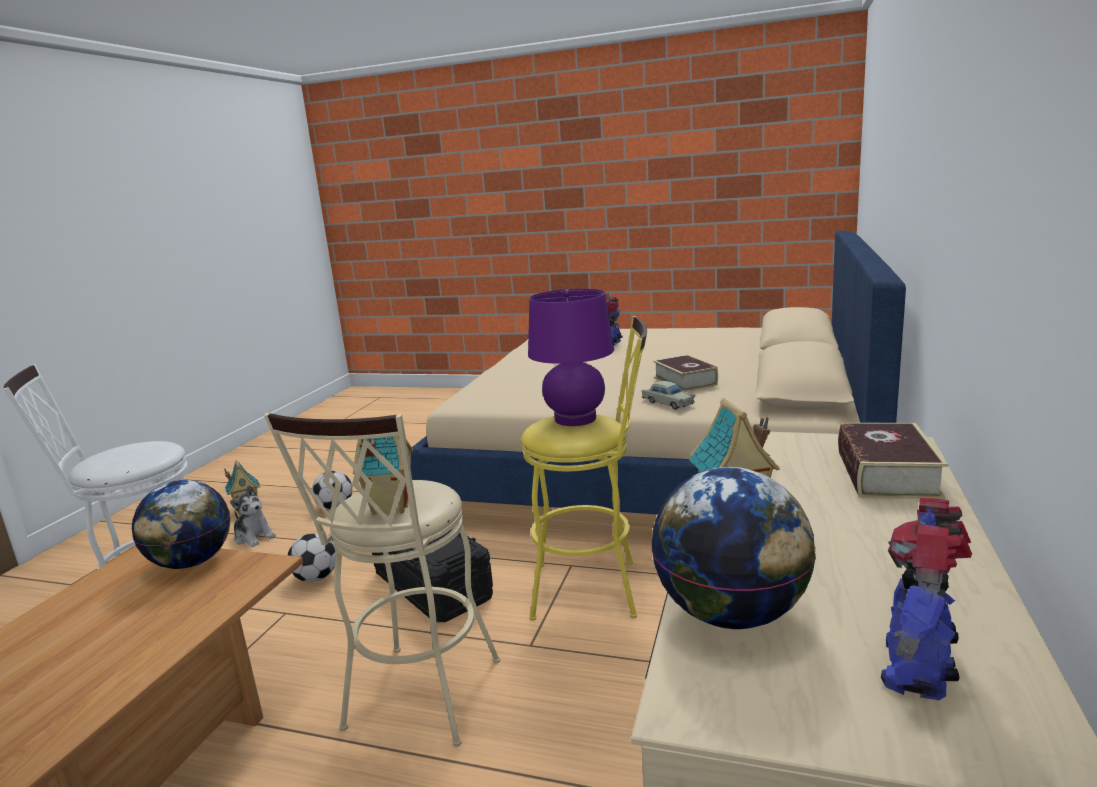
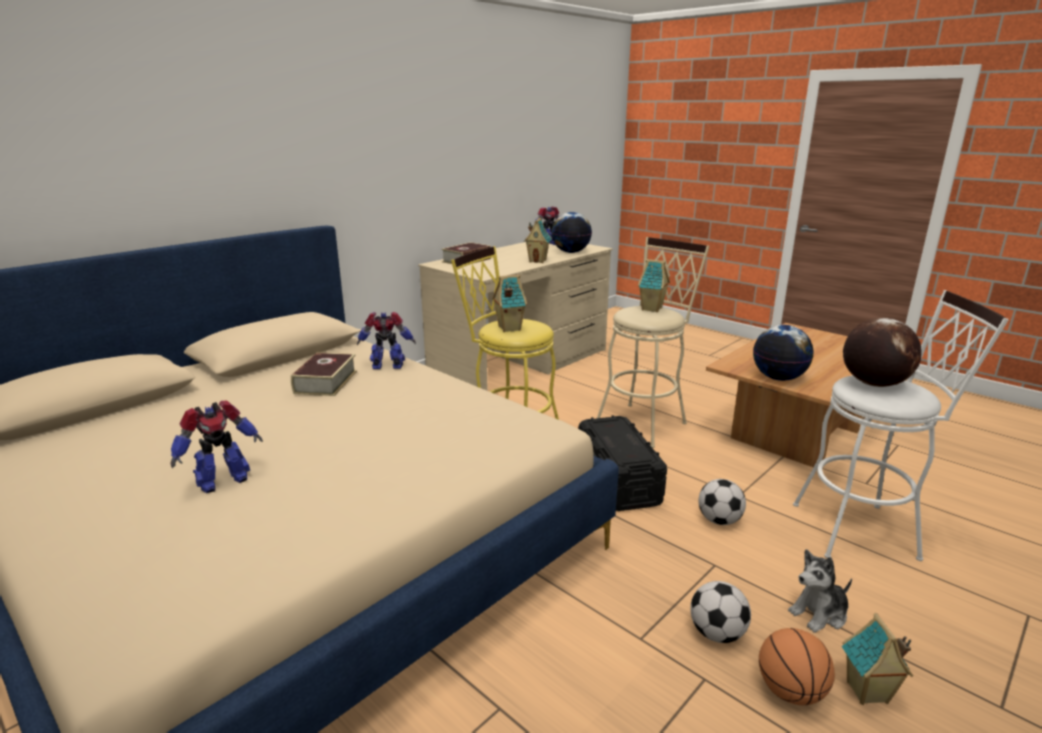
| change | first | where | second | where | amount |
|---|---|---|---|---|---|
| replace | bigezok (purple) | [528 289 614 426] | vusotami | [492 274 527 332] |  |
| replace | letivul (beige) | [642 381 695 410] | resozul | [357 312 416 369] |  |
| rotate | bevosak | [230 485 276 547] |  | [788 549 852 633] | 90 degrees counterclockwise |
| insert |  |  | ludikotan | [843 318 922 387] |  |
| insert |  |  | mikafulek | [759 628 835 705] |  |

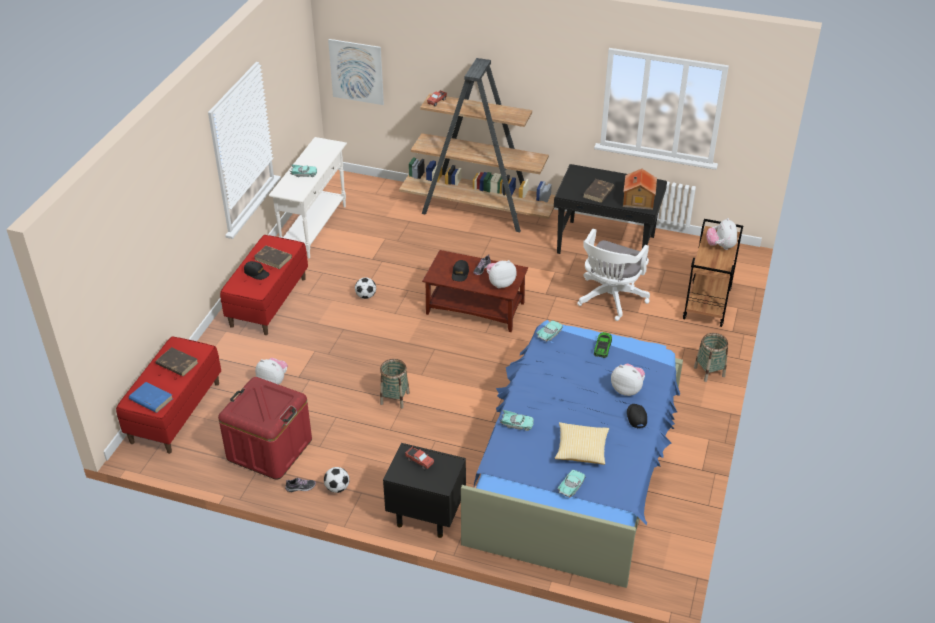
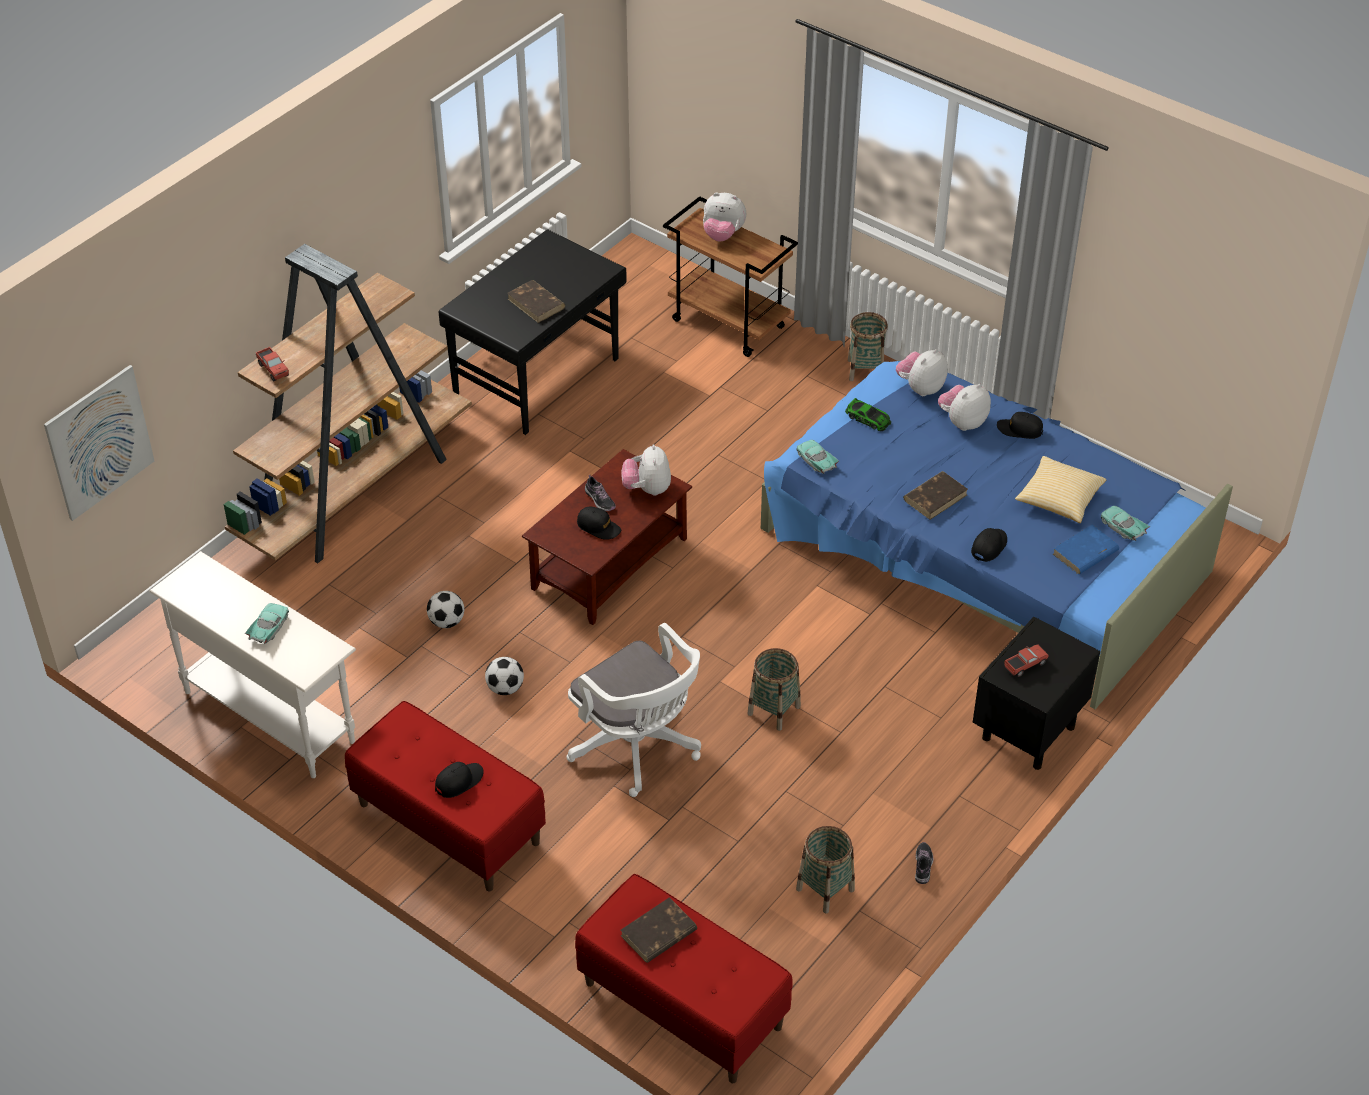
| change | first | where | second | where | amount |
|---|---|---|---|---|---|
| delete | vusotami | [623 169 657 210] |  |  |  |
| move | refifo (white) | [577 229 650 321] |  | [566 623 701 797] |  |
| move | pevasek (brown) | [254 246 292 269] |  | [903 471 968 520] |  |
| move | bevosak | [255 358 288 385] |  | [896 349 948 396] |  |
| replace | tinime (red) | [218 377 312 480] | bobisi | [796 826 855 914] |  |
| move | pevasek (blue) | [129 382 173 413] |  | [1053 525 1119 574] |  |
| replace | letivul (turquoise) | [500 409 534 431] | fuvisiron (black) | [971 528 1007 562] |  |
| move | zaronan | [324 467 350 493] |  | [427 591 464 628] |  |

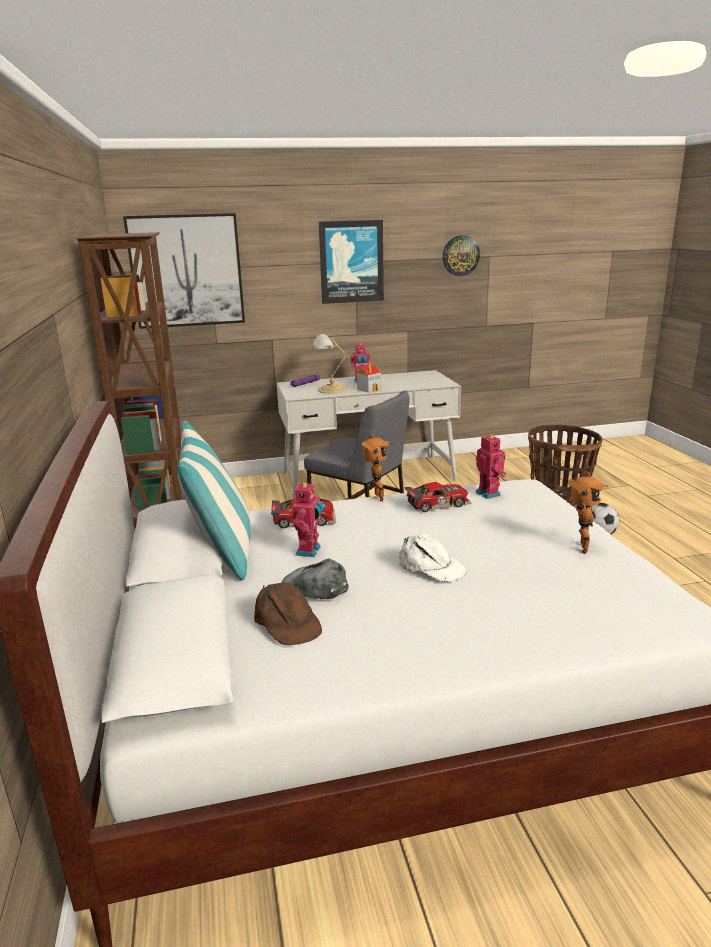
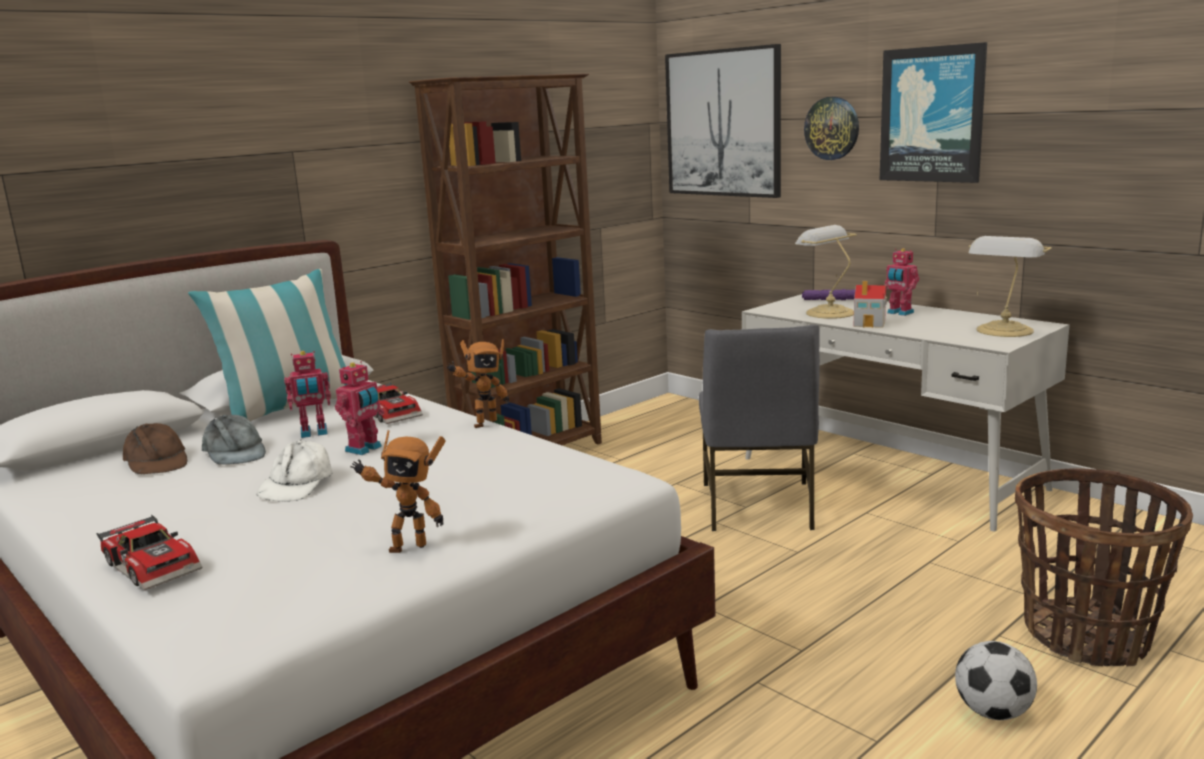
| change | first | where | second | where | amount |
|---|---|---|---|---|---|
| move | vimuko | [443 235 480 276] |  | [804 97 859 160] |  |
| move | resozul | [476 434 506 499] |  | [335 361 384 455] |  |
| move | letivul | [404 482 472 512] |  | [97 515 202 591] |  |
| rotate | fuvisiron (grey) | [281 558 349 599] |  | [202 415 266 464] | 135 degrees clockwise |
| rotate | fuvisiron (brown) | [254 583 322 645] |  | [123 423 188 474] | 60 degrees counterclockwise |
| insert |  |  | bigezok | [968 236 1052 337] |  |

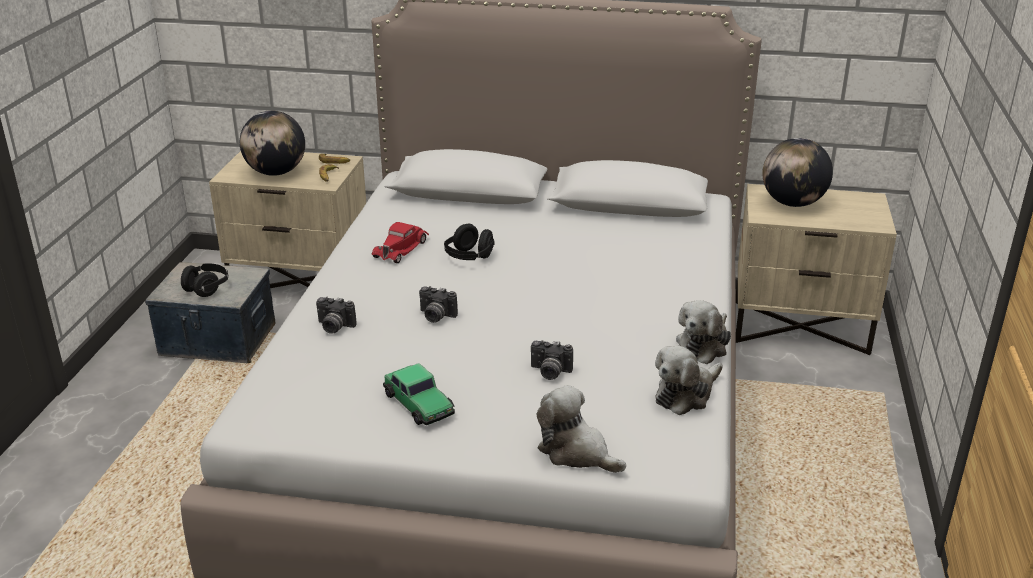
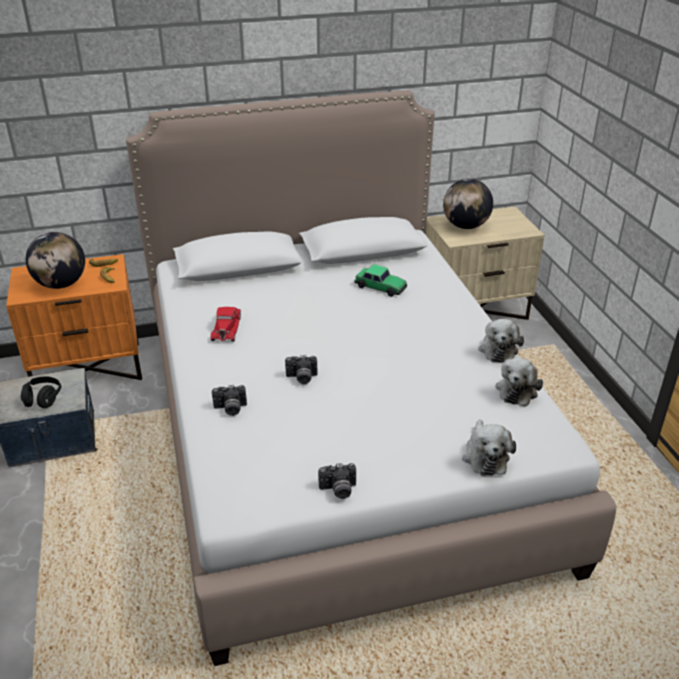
| change | first | where | second | where | amount |
|---|---|---|---|---|---|
| recolor | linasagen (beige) | [209 151 366 288] | linasagen (orange) | [6 254 142 380] |  |
| delete | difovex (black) | [444 224 494 260] |  |  |  |
| move | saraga | [531 340 573 380] |  | [318 463 356 499] |  |
| move | letivul | [383 363 455 425] |  | [354 264 407 297] |  |
| rotate | bevosak | [536 385 626 473] |  | [462 420 516 476] | 105 degrees counterclockwise |

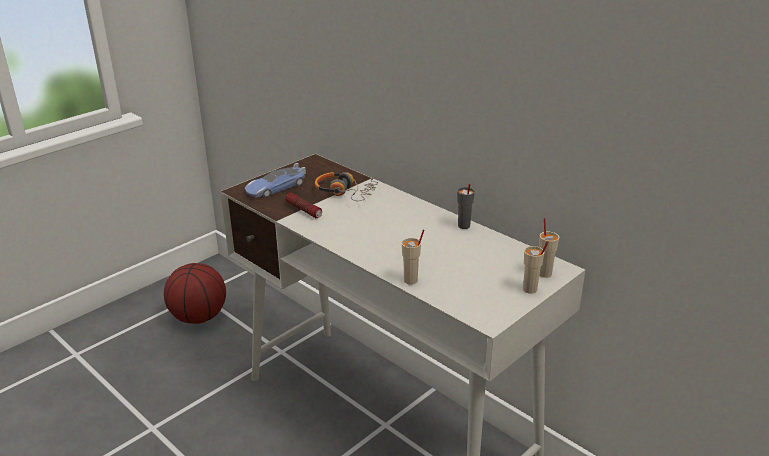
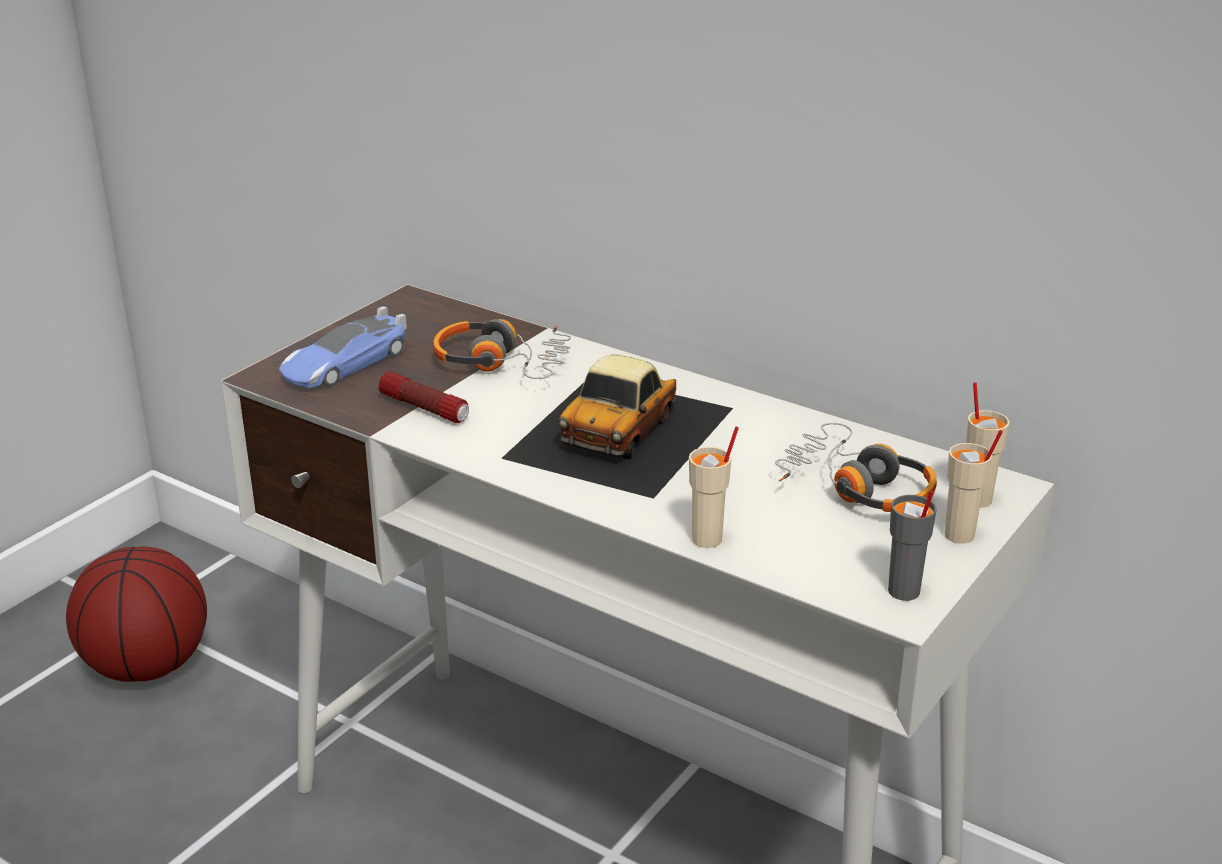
| change | first | where | second | where | amount |
|---|---|---|---|---|---|
| move | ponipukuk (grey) | [457 184 475 229] |  | [888 491 937 601] |  |
| insert |  |  | letivul | [501 355 733 499] |  |
| insert |  |  | difovex | [775 423 937 512] |  |

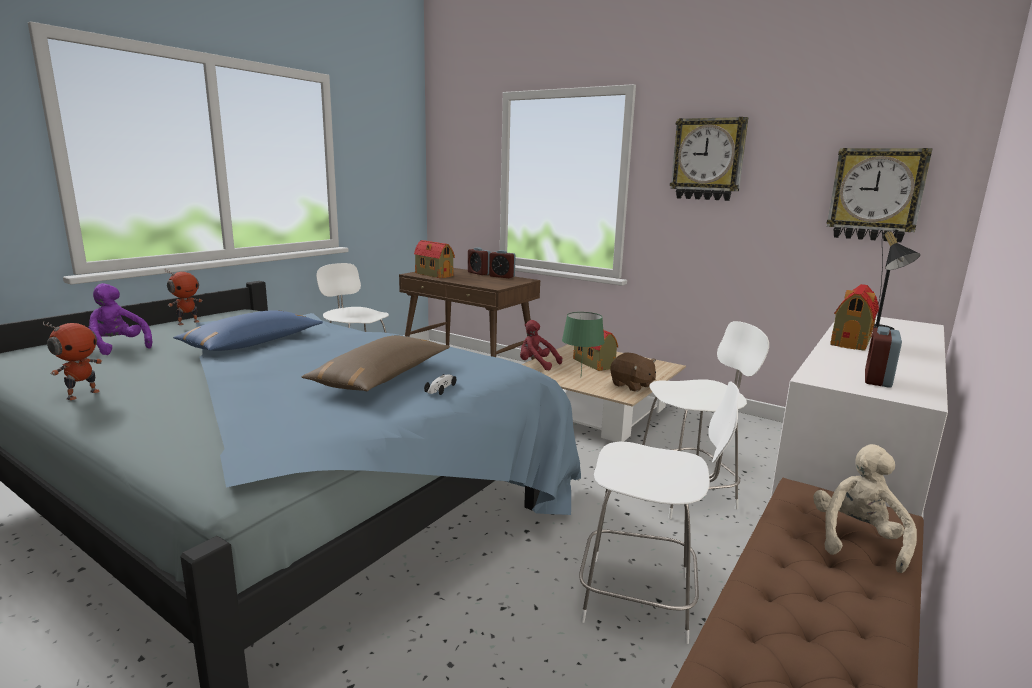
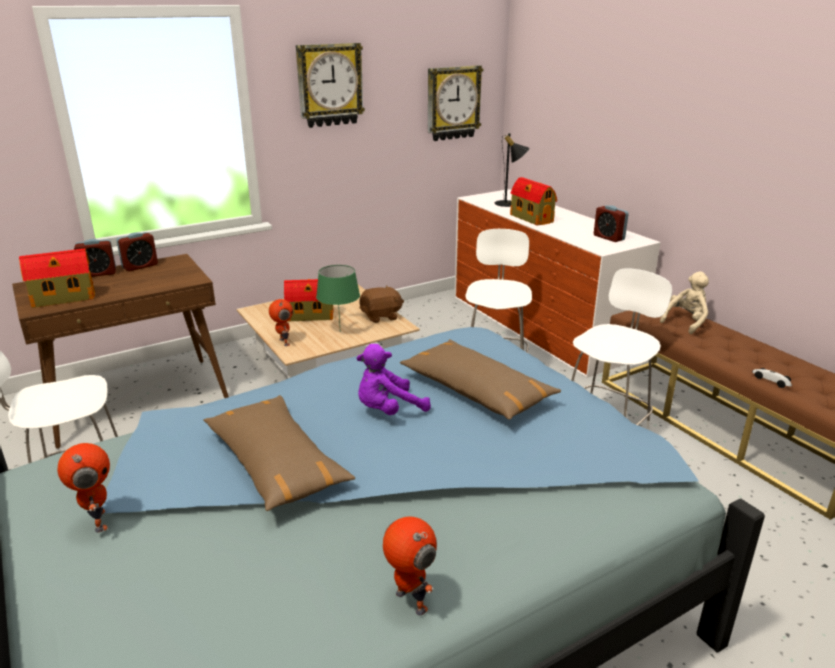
| change | first | where | second | where | amount |
|---|---|---|---|---|---|
| move | bevosak (purple) | [88 283 152 355] |  | [356 344 431 415] |  |
| recolor | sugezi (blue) | [173 310 323 351] | sugezi (brown) | [203 395 355 511] |  |
| replace | bevosak (red) | [520 320 562 370] | resozul | [269 299 293 346] |  |
| move | letivul | [424 374 456 395] |  | [752 368 792 388] |  |
| rotate | bevosak (beige) | [813 444 917 573] |  | [660 271 709 334] | 90 degrees clockwise |

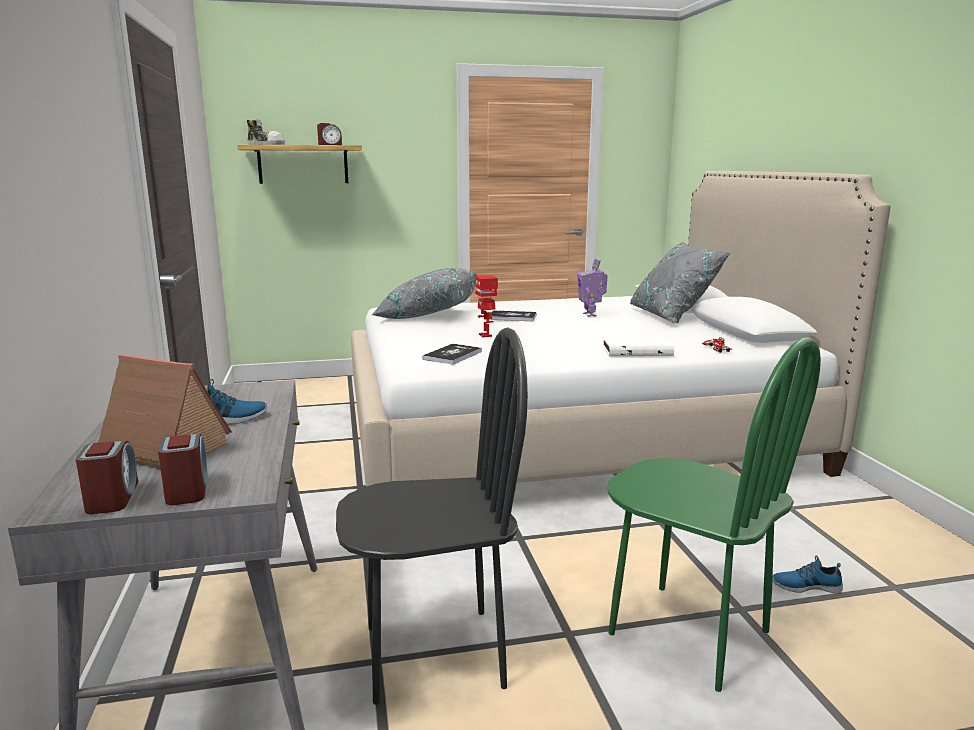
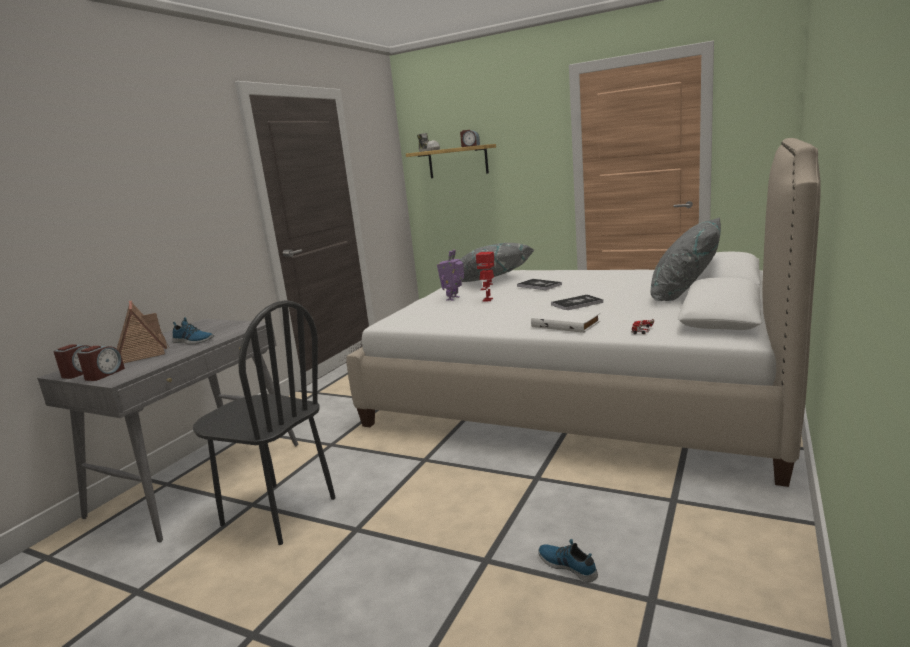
| change | first | where | second | where | amount |
|---|---|---|---|---|---|
| move | resozul | [577 259 608 317] |  | [437 250 464 301] |  |
| delete | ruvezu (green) | [607 337 821 692] |  |  |  |
| move | pevasek | [422 344 482 365] |  | [551 295 603 310] |  |

